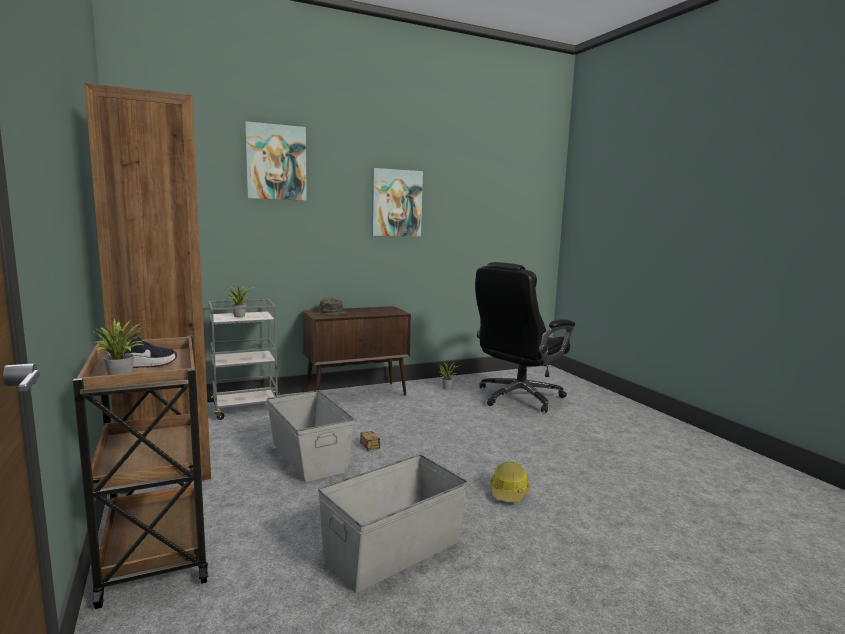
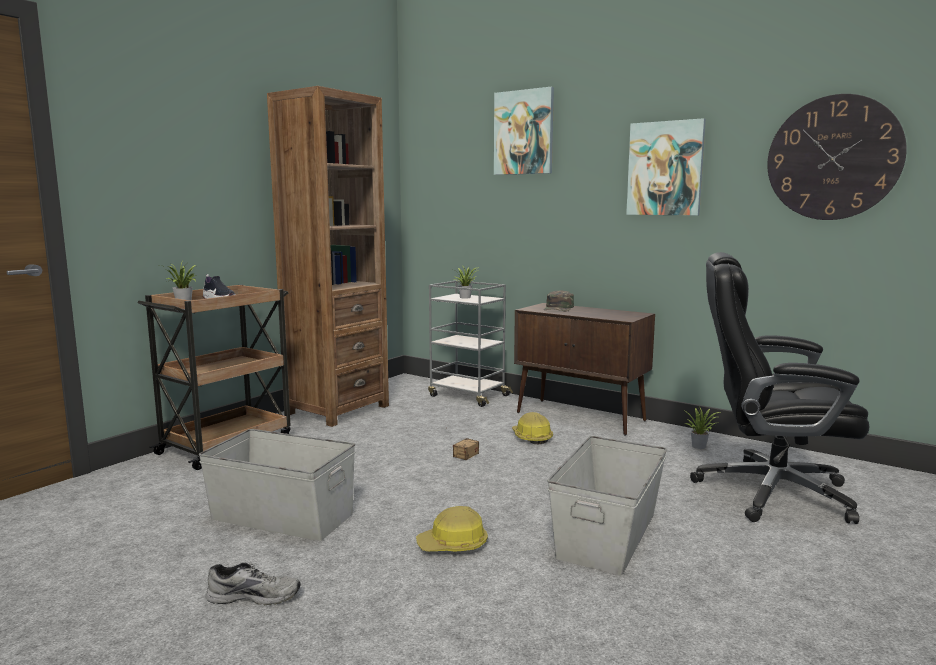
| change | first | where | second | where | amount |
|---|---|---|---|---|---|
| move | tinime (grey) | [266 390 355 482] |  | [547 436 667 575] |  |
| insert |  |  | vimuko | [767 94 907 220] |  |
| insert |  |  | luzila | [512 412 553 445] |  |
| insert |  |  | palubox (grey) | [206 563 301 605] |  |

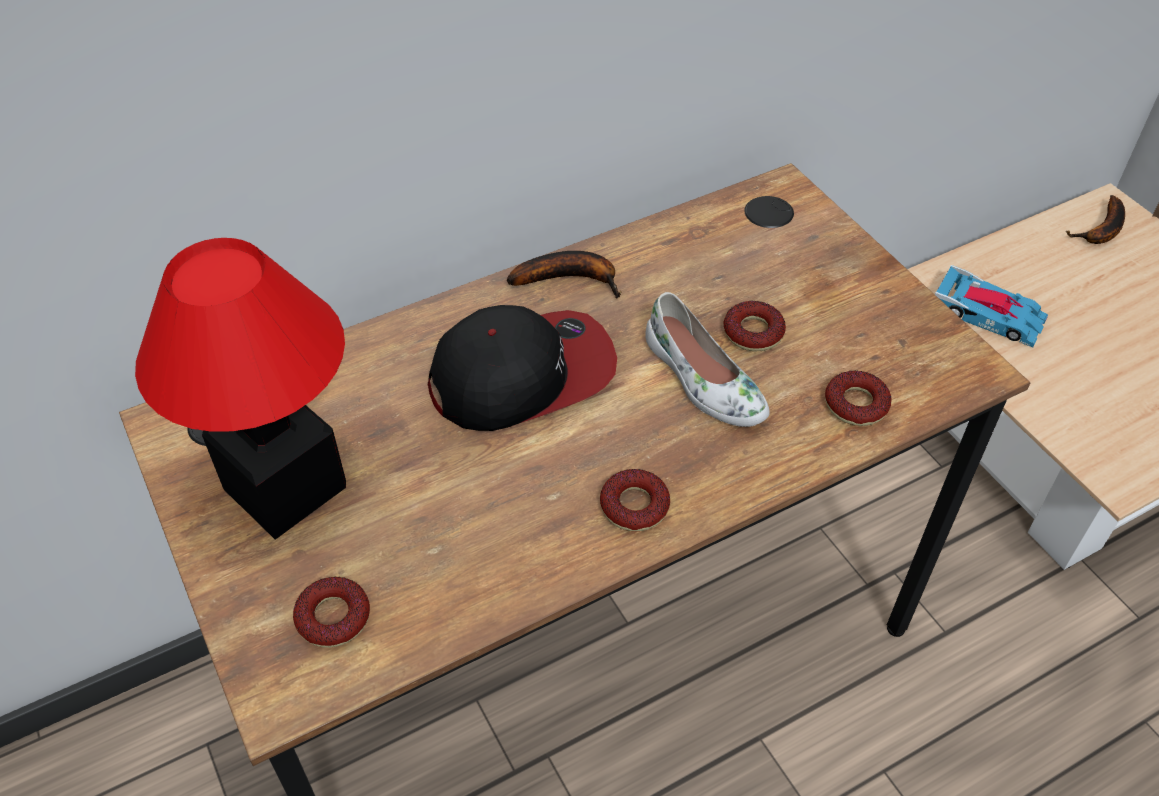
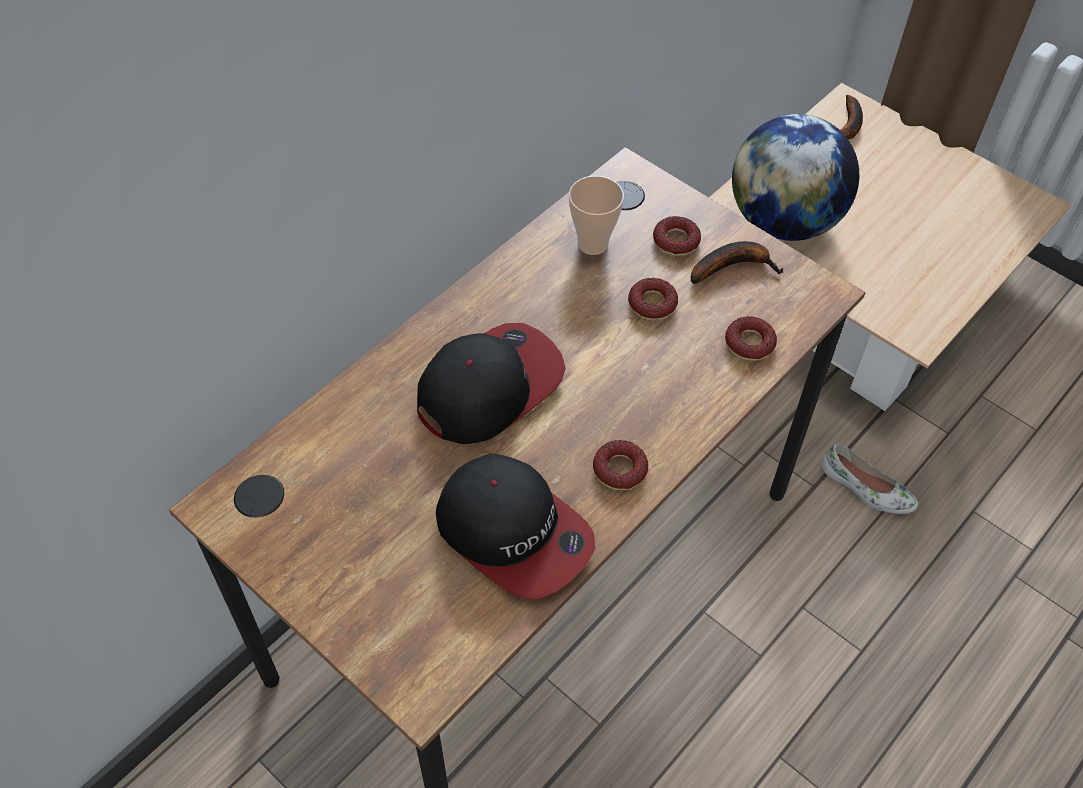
| change | first | where | second | where | amount |
|---|---|---|---|---|---|
| delete | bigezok | [135 238 346 540] |  |  |  |
| move | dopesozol | [507 251 621 298] |  | [691 241 784 284] |  |
| replace | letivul | [935 265 1048 347] | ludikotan | [732 114 859 241] |  |
| move | palubox (white) | [645 292 770 427] |  | [822 443 918 514] |  |
| move | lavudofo | [293 577 370 648] |  | [653 216 701 256] |  |
| insert |  |  | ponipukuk | [569 176 624 255] |  |
| insert |  |  | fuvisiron | [436 453 595 599] |  |

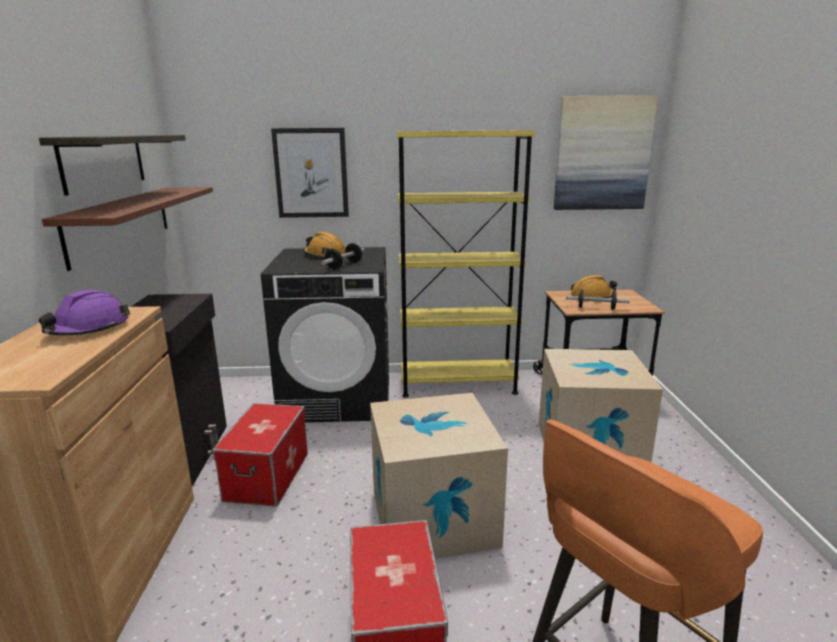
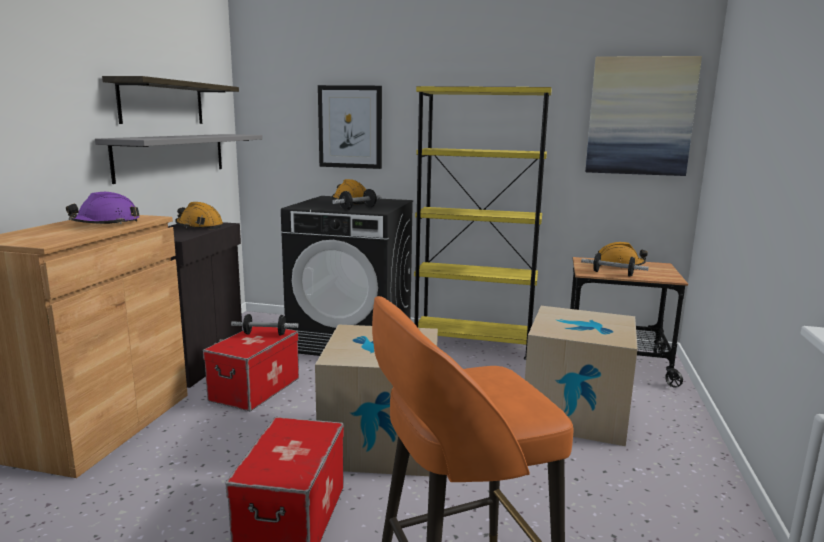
| change | first | where | second | where | amount |
|---|---|---|---|---|---|
| recolor | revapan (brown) | [42 187 213 271] | revapan (grey) | [95 134 263 184] |  |
| insert |  |  | luzila (orange) | [175 202 223 230] |  |
| insert |  |  | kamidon | [231 314 299 336] |  |

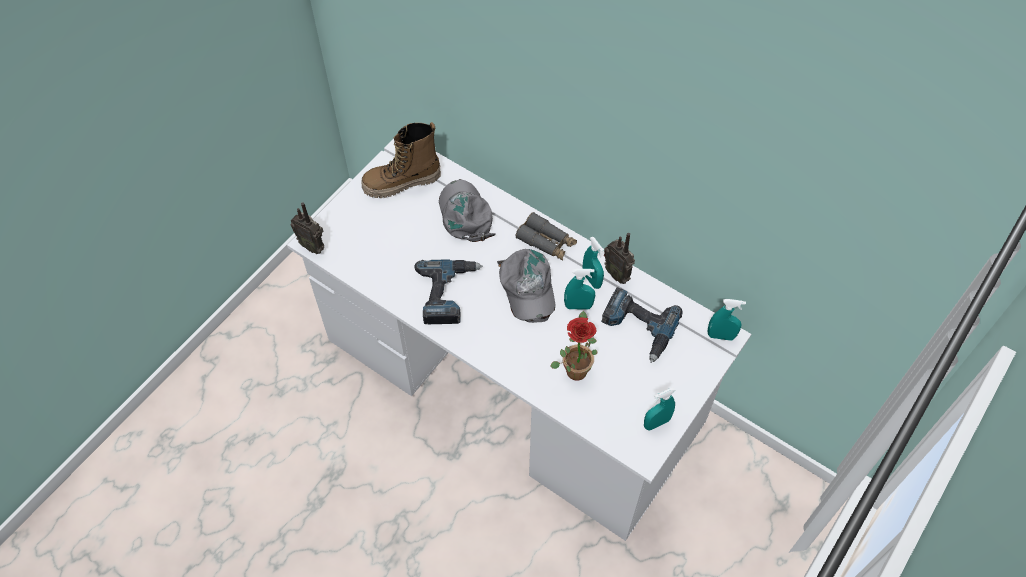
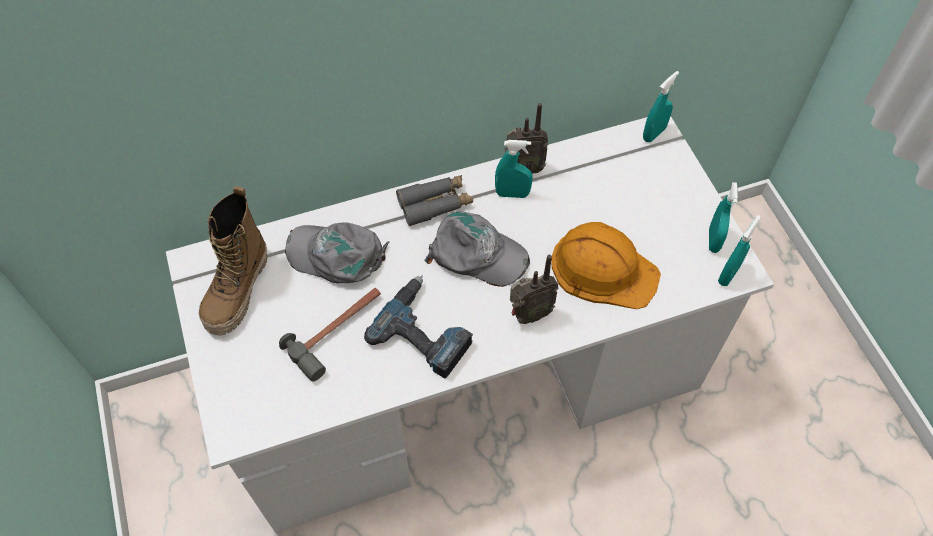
| change | first | where | second | where | amount |
|---|---|---|---|---|---|
| move | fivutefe | [291 202 324 254] |  | [510 255 558 324] |  |
| move | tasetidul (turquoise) | [564 269 595 310] |  | [718 215 761 286] |  |
| delete | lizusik | [601 287 683 363] |  |  |  |
| replace | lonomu | [550 311 597 381] | luzila (orange) | [551 222 661 309] |  |
| insert |  |  | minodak | [279 288 381 381] |  |

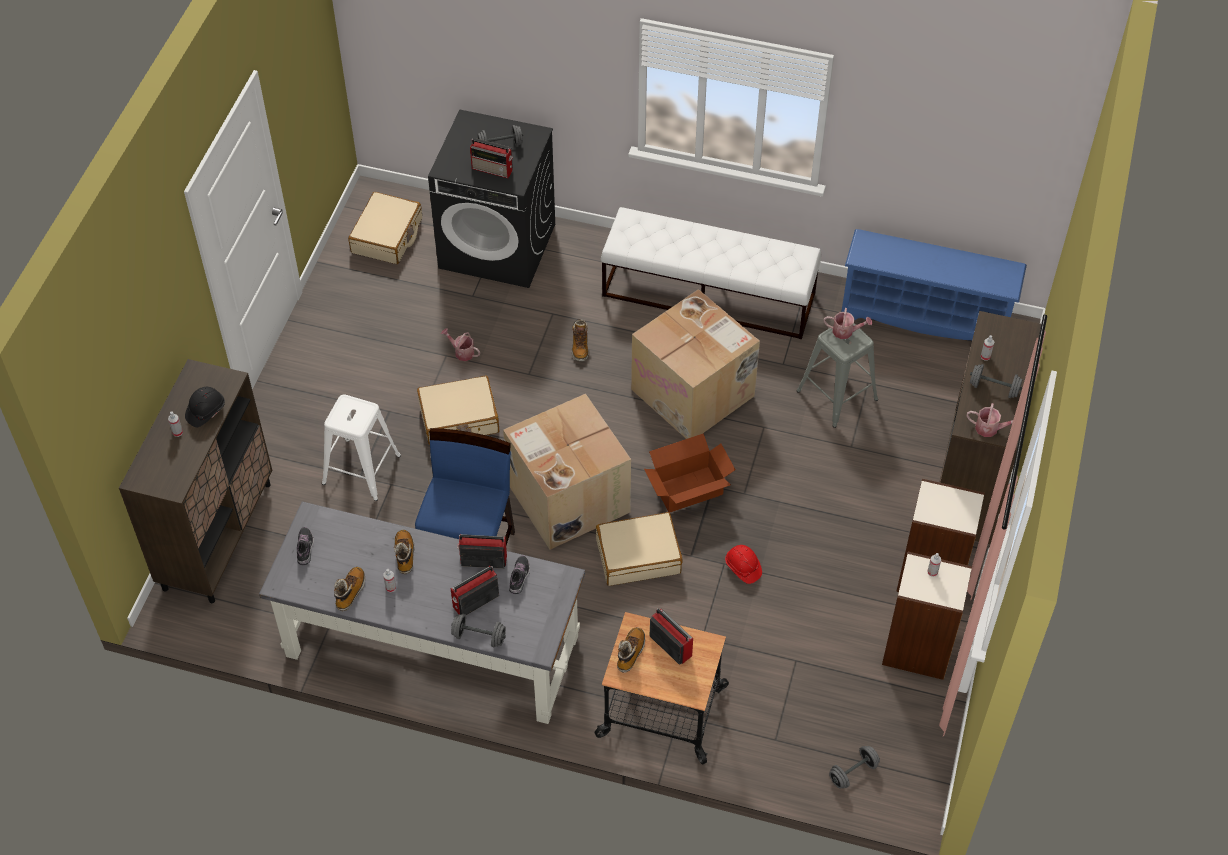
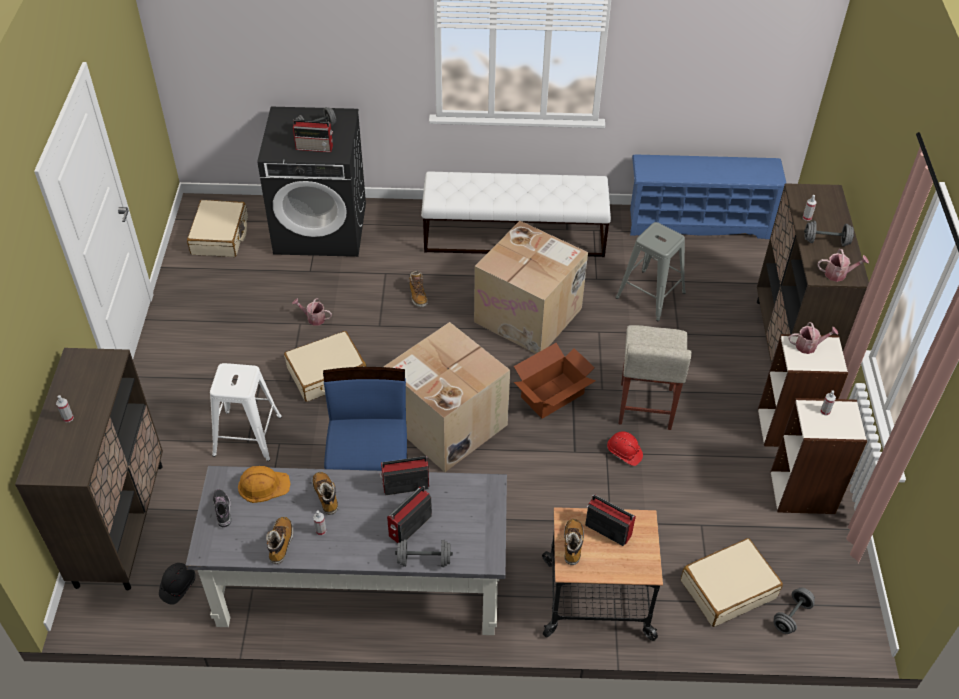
| change | first | where | second | where | amount |
|---|---|---|---|---|---|
| move | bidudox | [824 308 873 339] |  | [789 322 838 354] |  |
| move | luzila (black) | [185 387 225 427] |  | [159 563 196 605] |  |
| move | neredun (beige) | [596 512 682 586] |  | [681 538 783 627] |  |
| delete | palubox | [509 555 530 594] |  |  |  |
| insert |  |  | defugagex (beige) | [618 325 691 430] |  |
| insert |  |  | luzila (orange) | [238 466 291 503] |  |

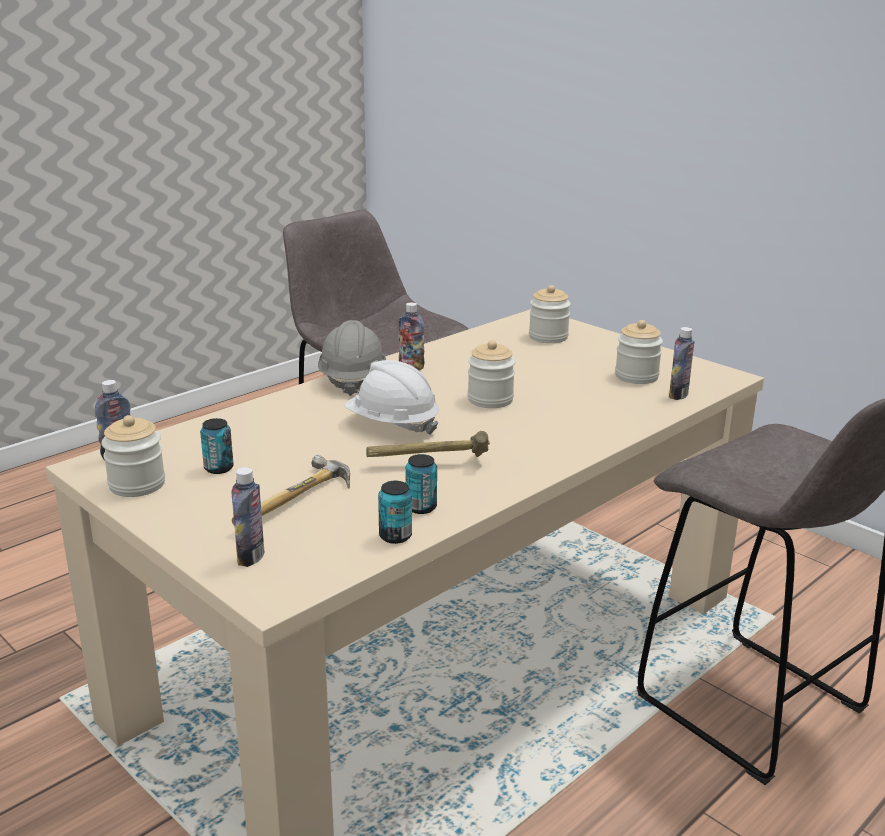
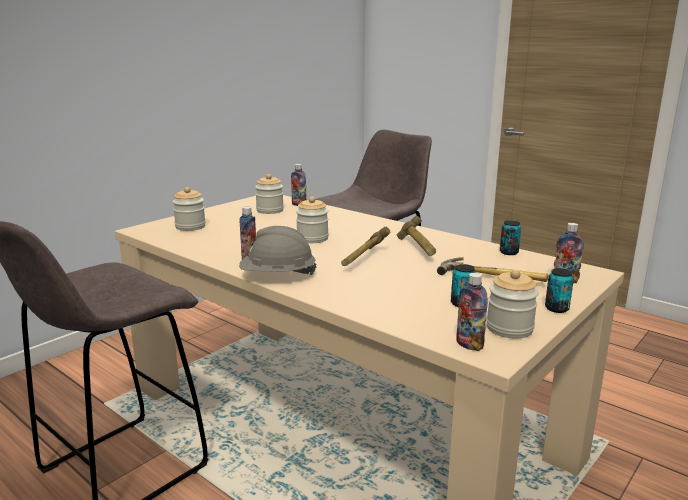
| change | first | where | second | where | amount |
|---|---|---|---|---|---|
| replace | luzila (white) | [344 360 439 435] | minodak | [341 227 390 266] |  |
| move | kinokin | [405 454 437 514] |  | [545 268 574 313] |  |

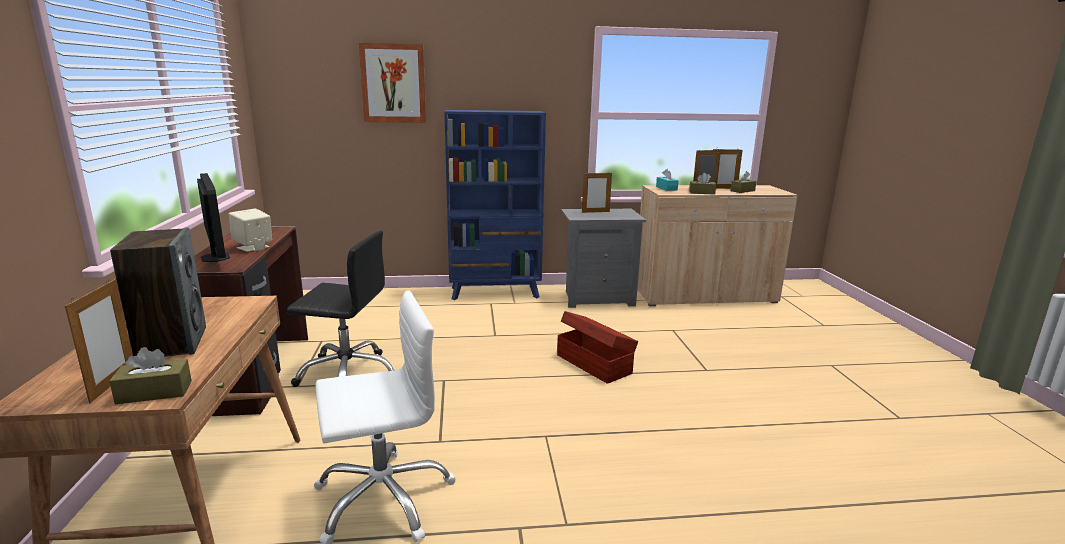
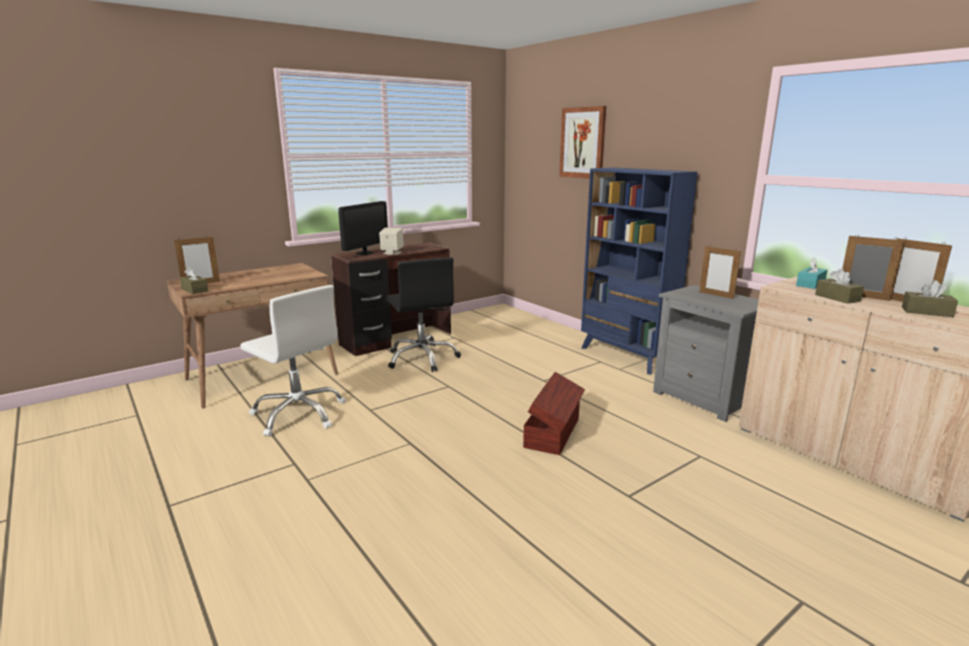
| change | first | where | second | where | amount |
|---|---|---|---|---|---|
| delete | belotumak | [110 227 206 357] |  |  |  |

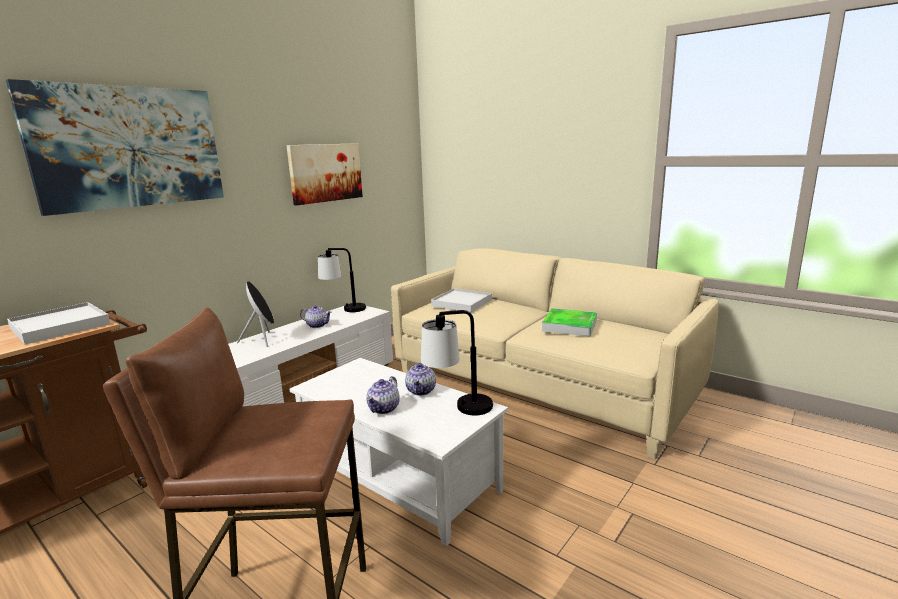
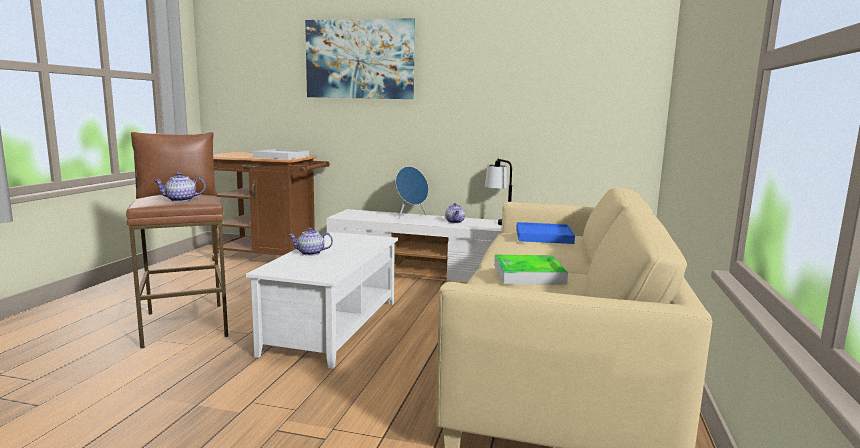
| change | first | where | second | where | amount |
|---|---|---|---|---|---|
| delete | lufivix | [287 143 363 205] |  |  |  |
| recolor | belotumak (black) | [237 281 274 347] | belotumak (blue) | [396 166 428 219] |  |
| recolor | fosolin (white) | [431 288 492 312] | fosolin (blue) | [516 222 575 244] |  |
| delete | bigezok | [421 310 493 416] |  |  |  |
| move | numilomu | [405 363 436 395] |  | [154 172 206 202] |  |

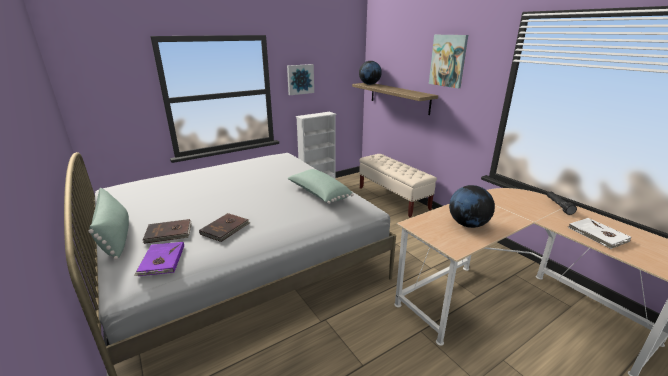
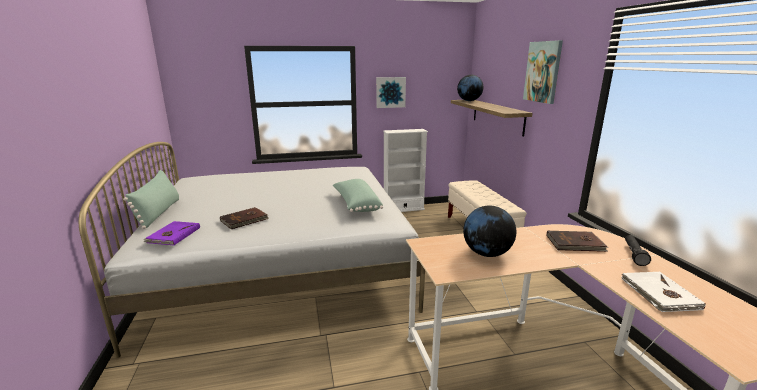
| change | first | where | second | where | amount |
|---|---|---|---|---|---|
| move | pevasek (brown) | [143 219 192 244] |  | [547 231 609 252] |  |

